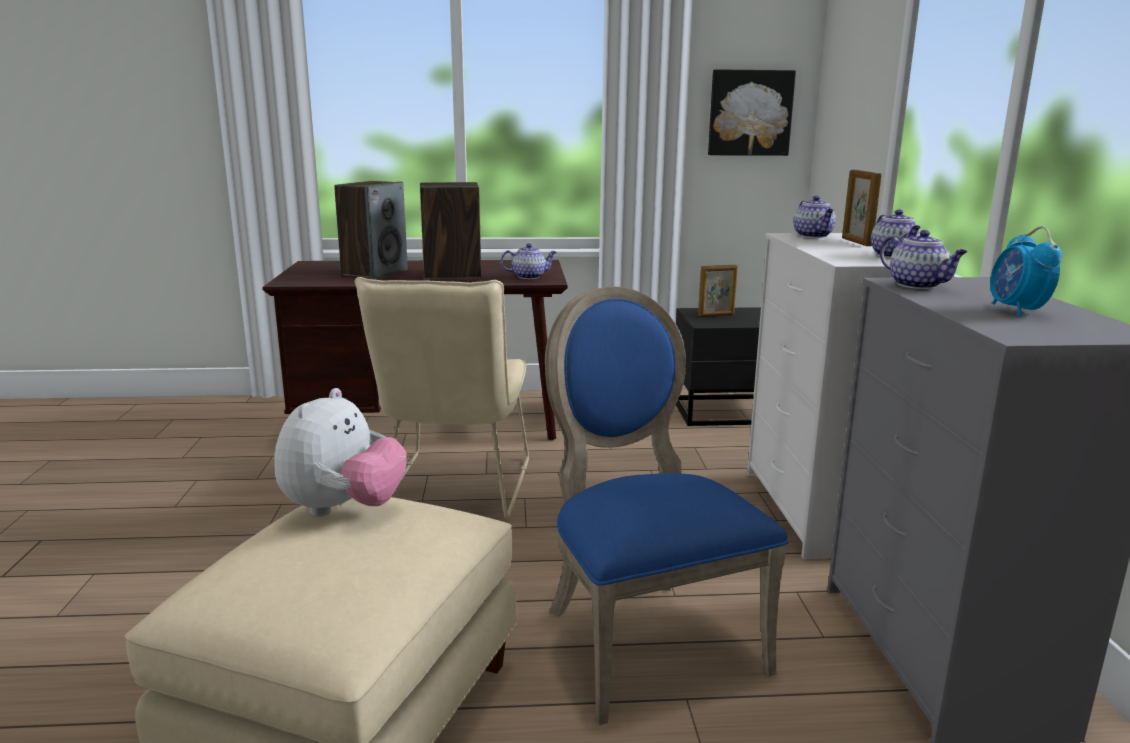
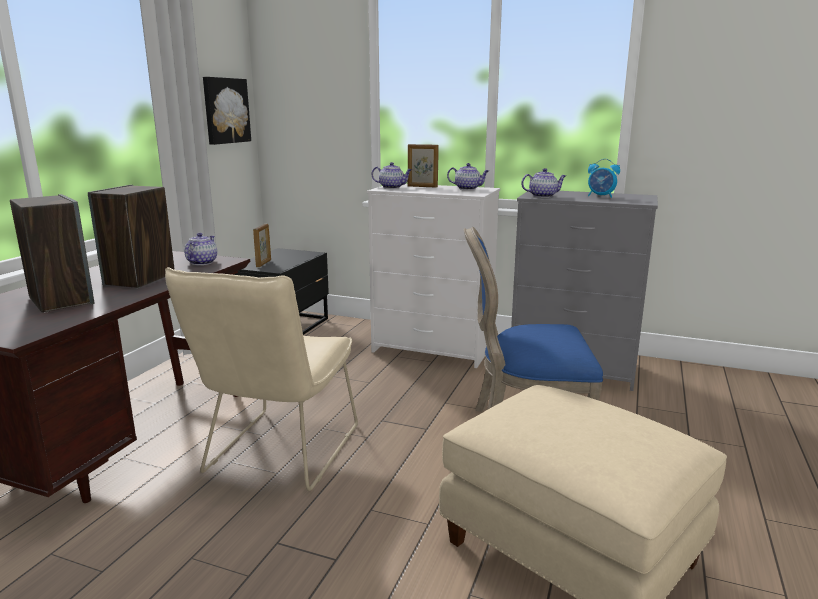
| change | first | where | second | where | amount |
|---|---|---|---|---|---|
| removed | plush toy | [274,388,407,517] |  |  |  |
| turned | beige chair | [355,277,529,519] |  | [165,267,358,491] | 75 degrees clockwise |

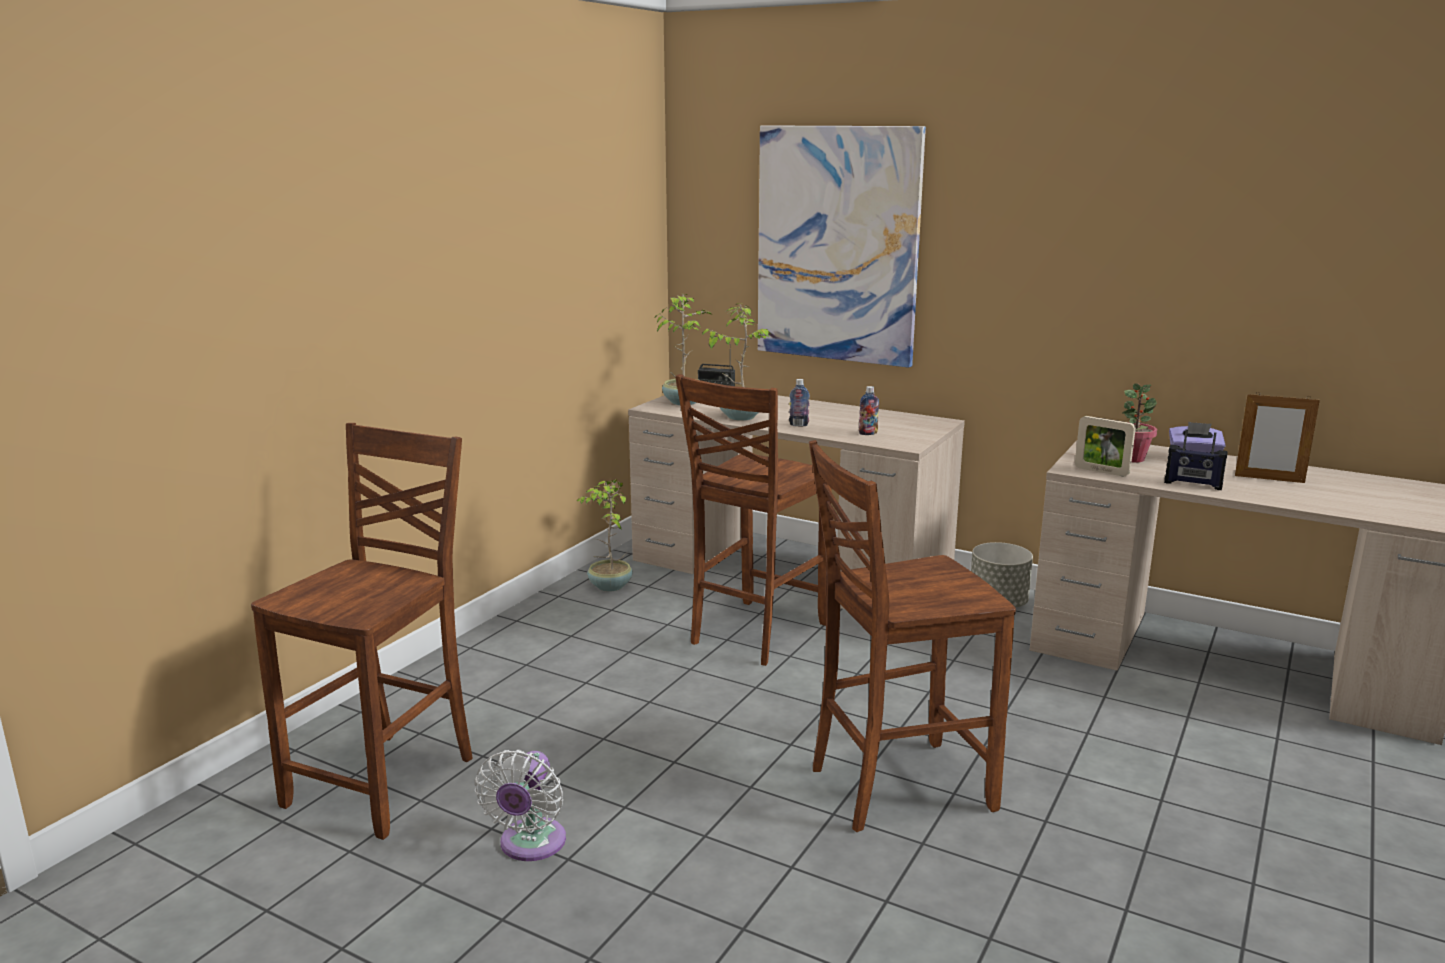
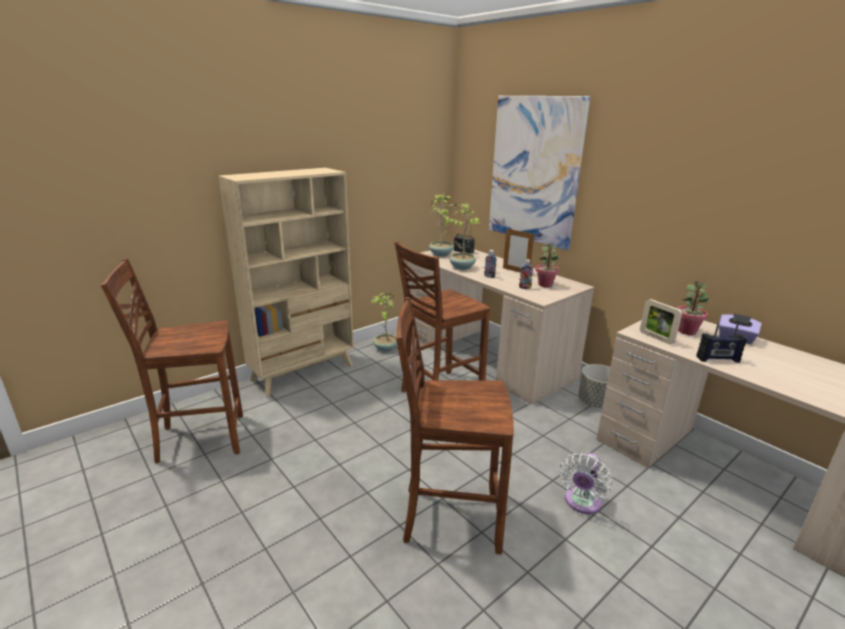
| change | first | where | second | where | amount |
|---|---|---|---|---|---|
| added |  |  | beige bookcase | [218,168,354,396] |  |
| added |  |  | potted plant | [536,243,559,287] |  |
| moved | white fan | [474,750,566,861] |  | [560,453,612,514] |  |
| moved | picture frame | [1235,392,1320,483] |  | [503,229,534,273] |  |
| turned | brown chair | [251,423,472,840] |  | [101,259,243,463] | 150 degrees counterclockwise |
| turned | radio | [1164,429,1228,490] |  | [696,323,747,363] | 45 degrees counterclockwise |

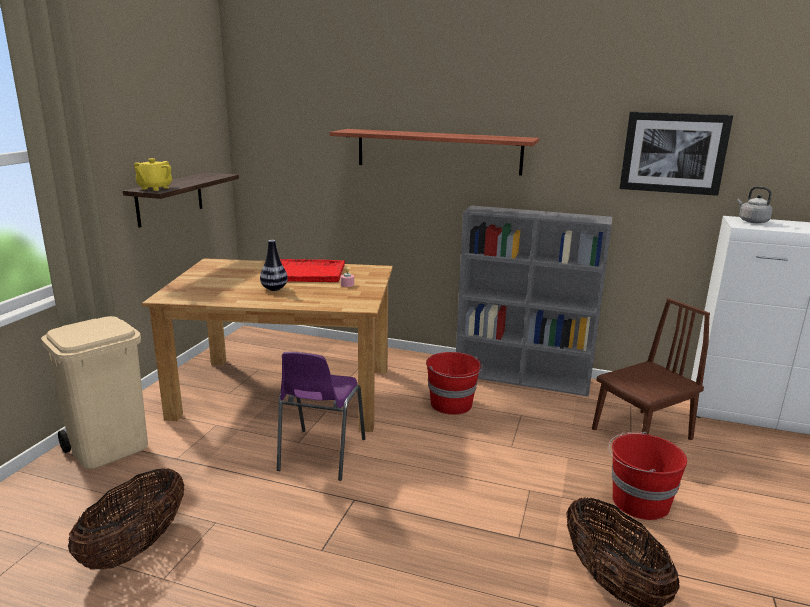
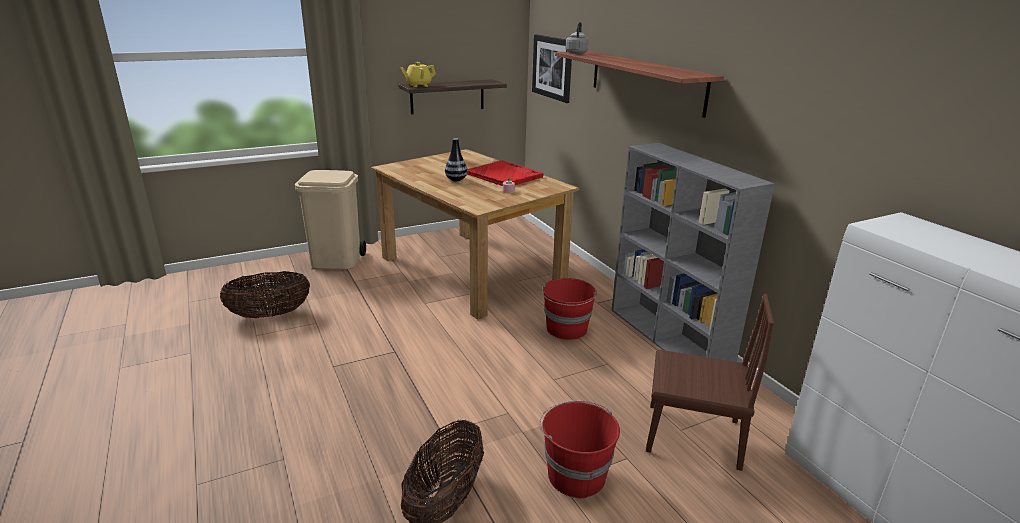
| change | first | where | second | where | amount |
|---|---|---|---|---|---|
| removed | purple chair | [277,352,366,481] |  |  |  |
| moved | picture | [619,112,733,196] |  | [532,34,572,103] |  |
| moved | grey kettle | [737,186,773,223] |  | [565,22,589,54] |  |

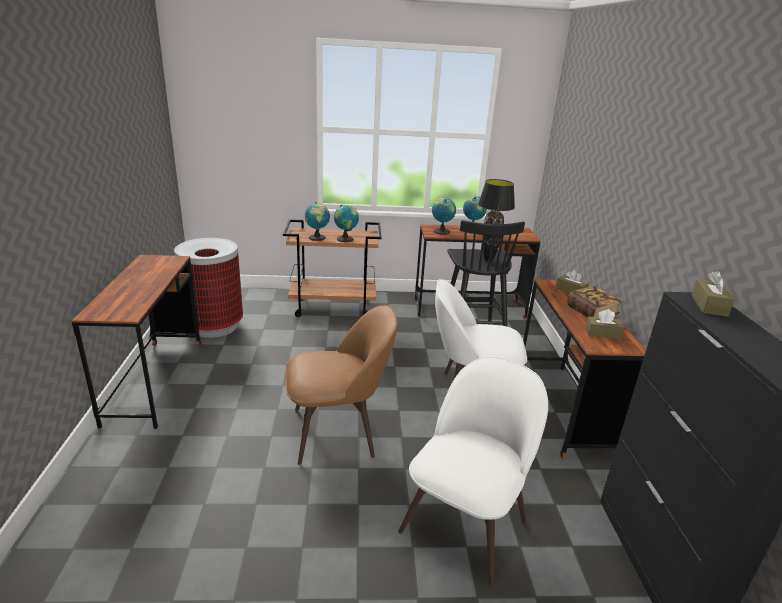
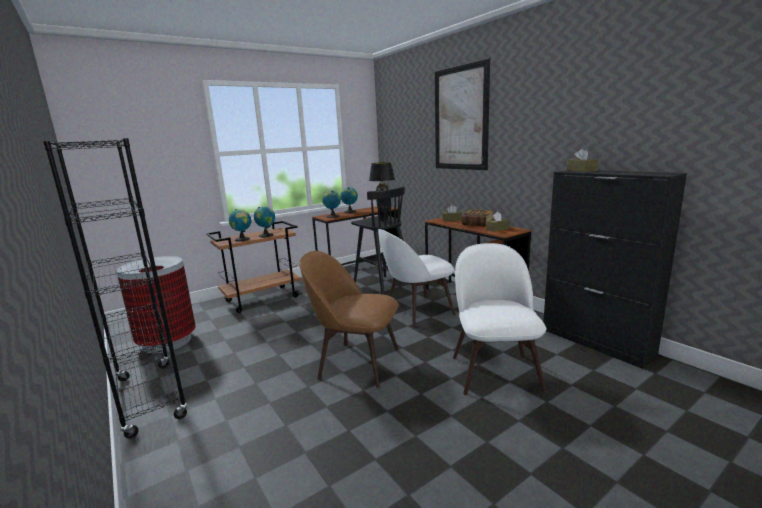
| change | first | where | second | where | amount |
|---|---|---|---|---|---|
| added |  |  | picture | [435,58,490,170] |  |
| replaced | brown desk | [72,255,201,429] | black bookcase | [43,138,188,438] |  |
| turned | brown chair | [286,305,397,465] |  | [299,251,399,388] | 120 degrees counterclockwise |

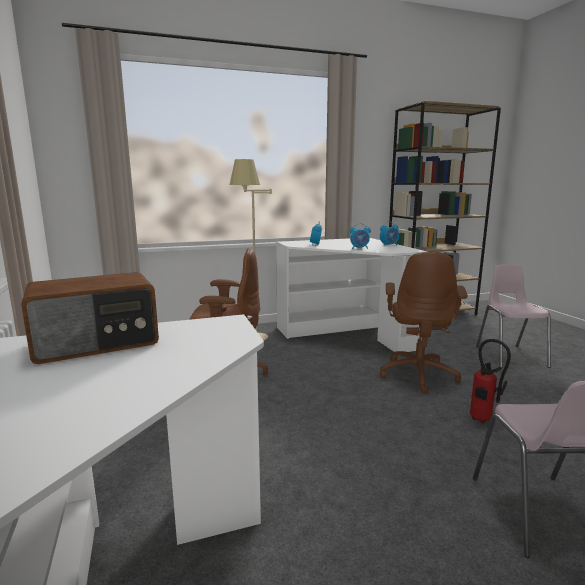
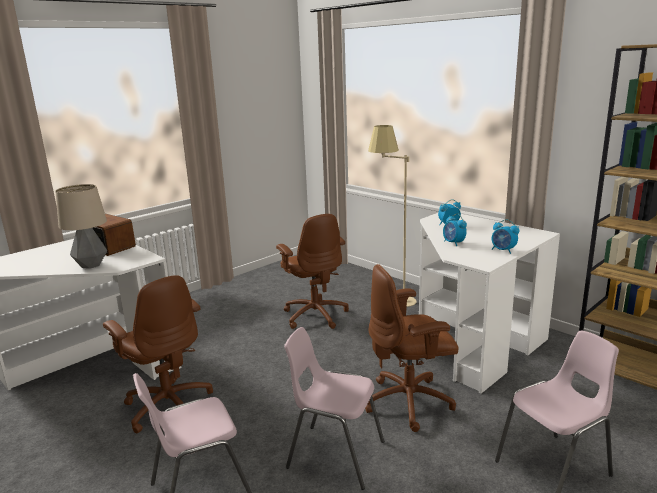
| change | first | where | second | where | amount |
|---|---|---|---|---|---|
| added |  |  | table lamp | [55,184,107,269] |  |
| added |  |  | brown office chair | [103,275,213,434] |  |
| replaced | fire extinguisher | [470,339,511,423] | pink chair | [284,327,384,490] |  |

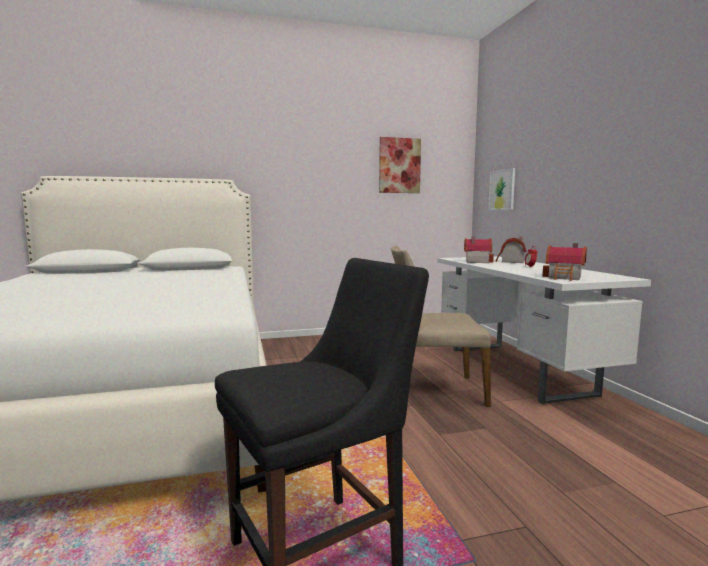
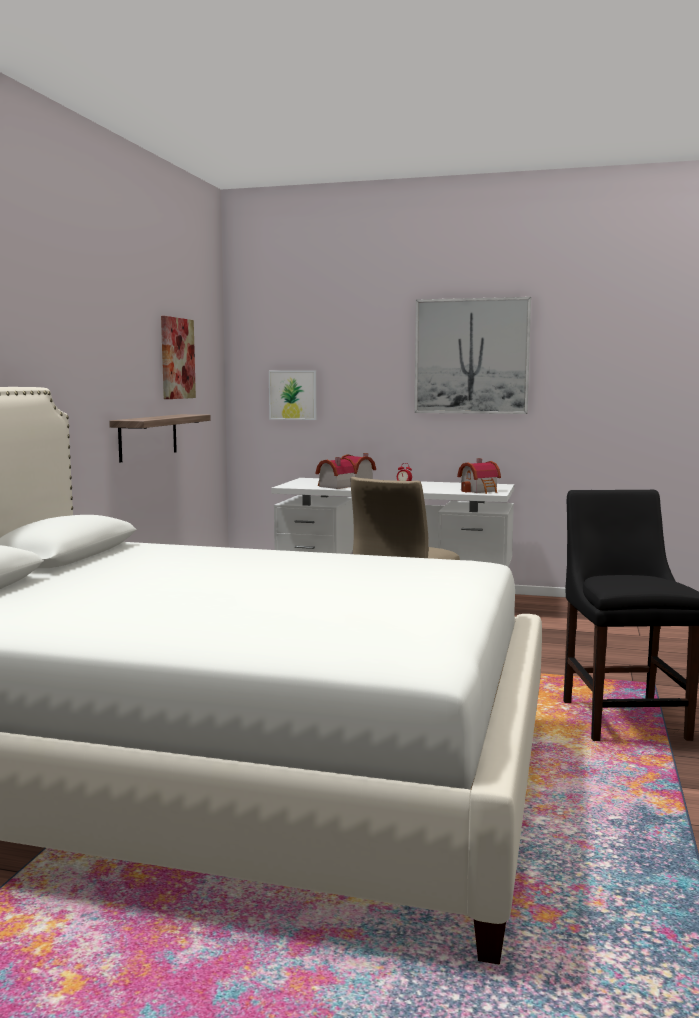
| change | first | where | second | where | amount |
|---|---|---|---|---|---|
| added |  |  | shelf | [109,414,211,462] |  |
| added |  |  | picture | [415,297,531,414] |  |

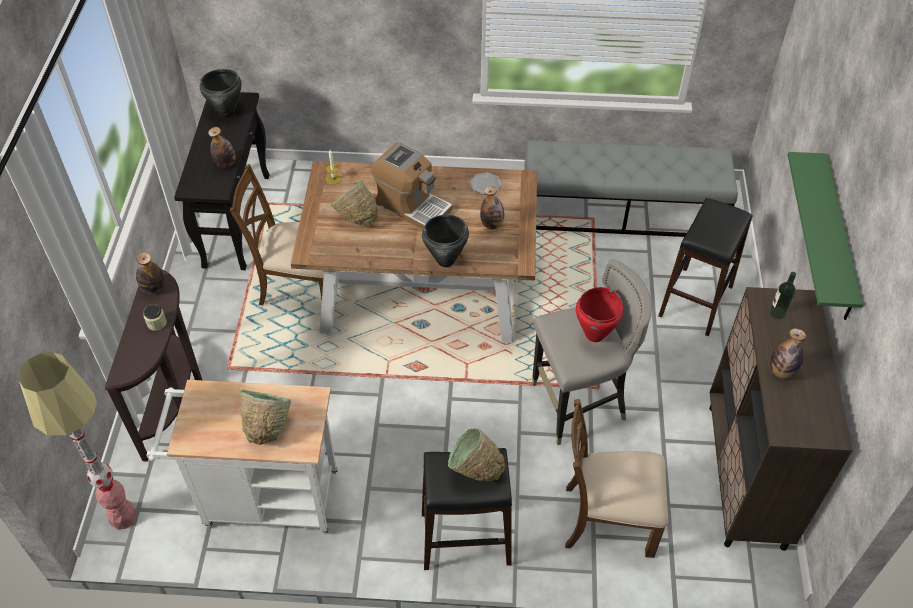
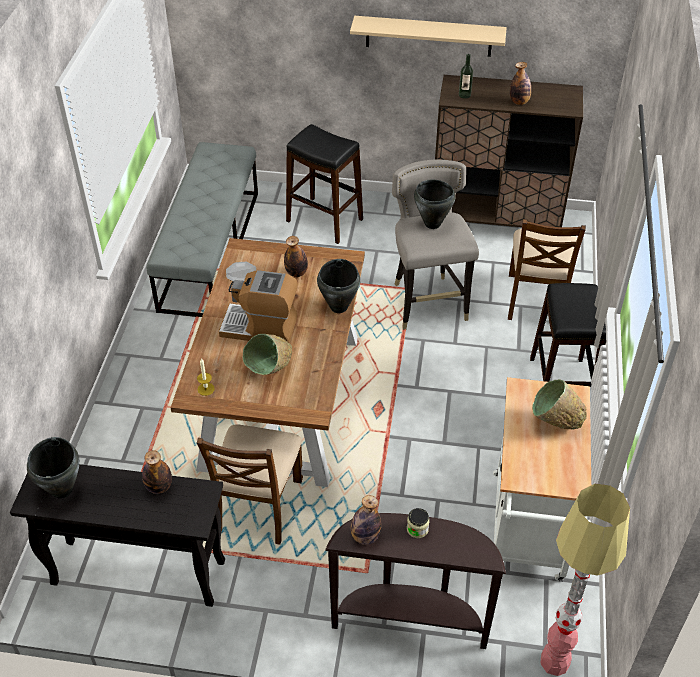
| change | first | where | second | where | amount |
|---|---|---|---|---|---|
| removed | green bowl | [448,428,506,481] |  |  |  |
| recoloured | red cooking pot | [576,287,623,342] | black cooking pot | [414,180,455,229] |  |
| recoloured | green shelf | [788,152,863,320] | beige shelf | [350,16,507,57] |  |
| turned | coffee machine | [371,143,453,229] |  | [219,270,298,343] | 120 degrees counterclockwise |

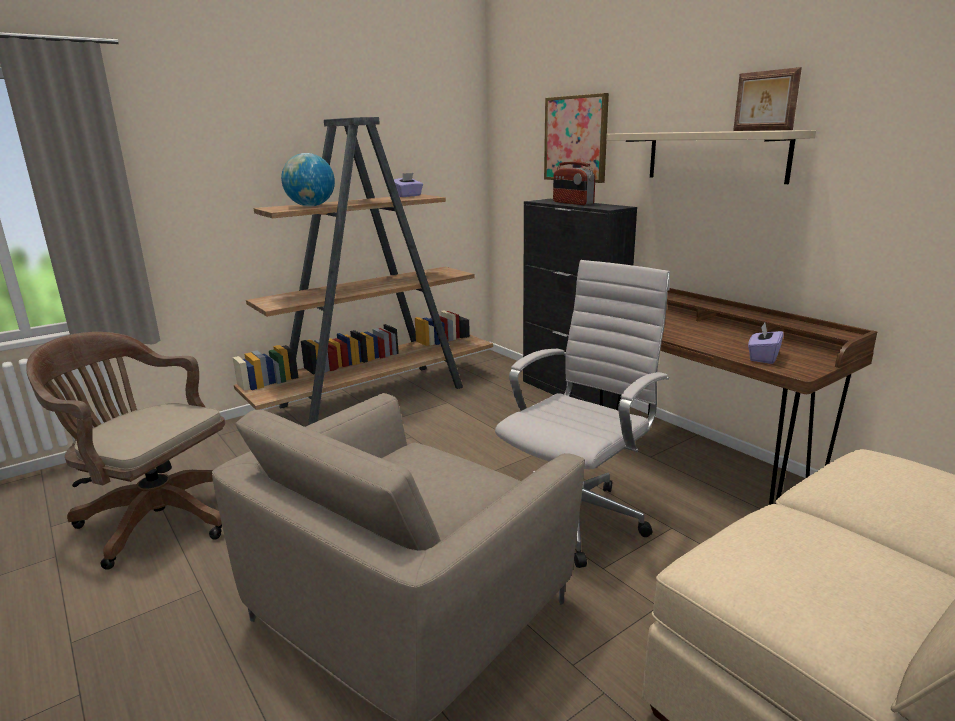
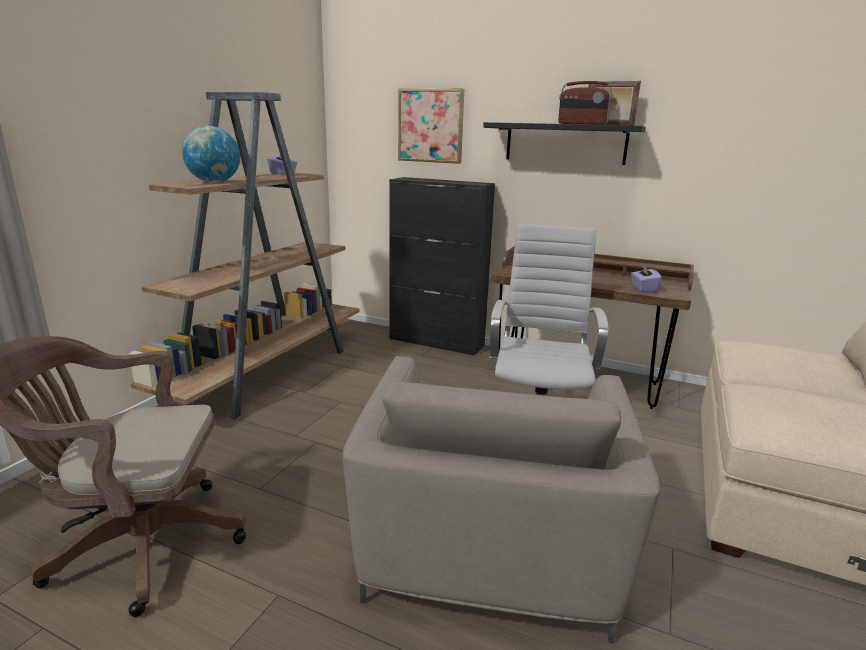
| change | first | where | second | where | amount |
|---|---|---|---|---|---|
| moved | radio | [553,161,595,205] |  | [558,81,613,125] |  |
| recoloured | beige shelf | [606,130,816,184] | black shelf | [483,122,646,165] |  |

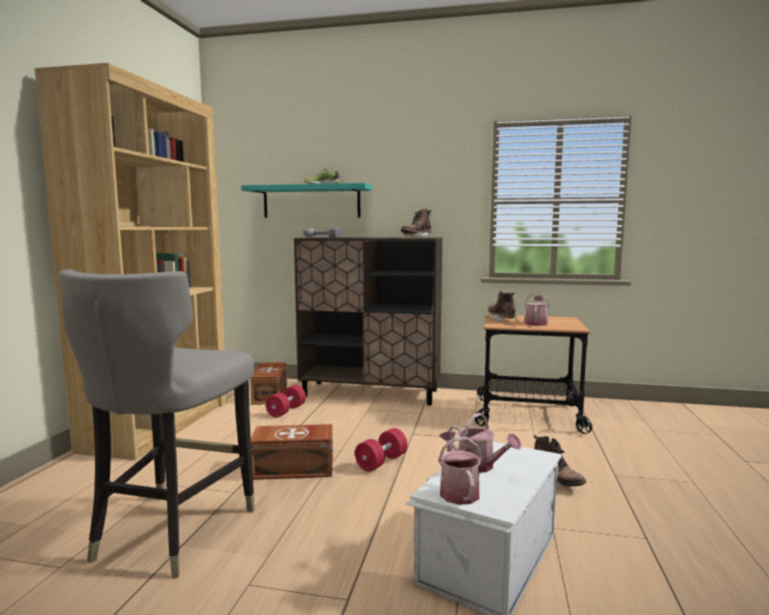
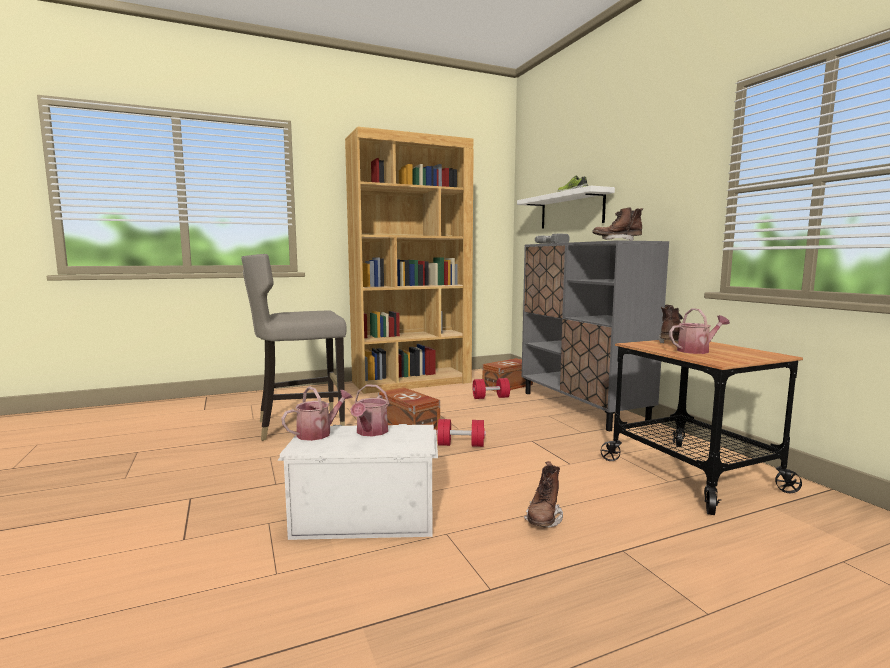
| change | first | where | second | where | amount |
|---|---|---|---|---|---|
| recoloured | turquoise shelf | [241,183,372,218] | white shelf | [517,186,615,229] |  |
| recoloured | brown cabinet | [294,237,443,406] | grey cabinet | [522,240,669,431] |  |

